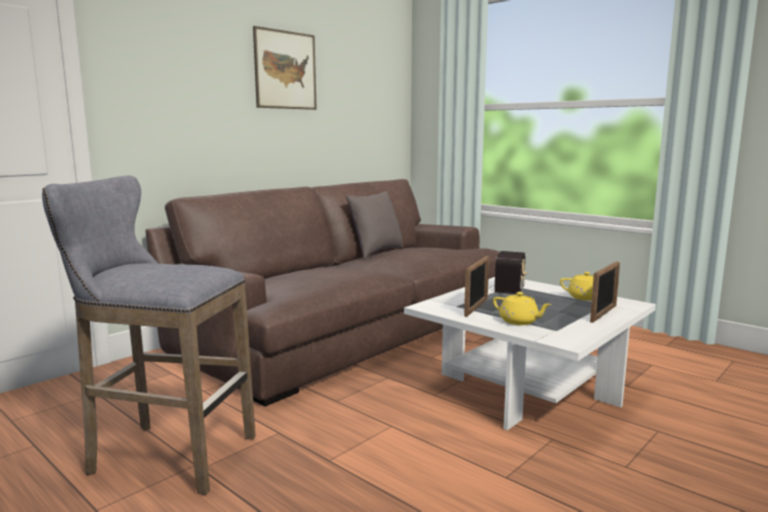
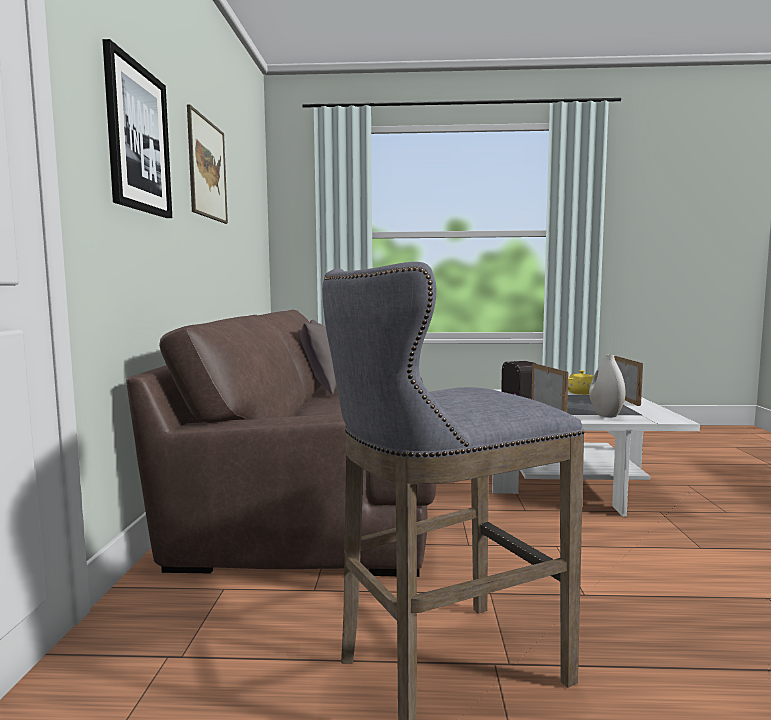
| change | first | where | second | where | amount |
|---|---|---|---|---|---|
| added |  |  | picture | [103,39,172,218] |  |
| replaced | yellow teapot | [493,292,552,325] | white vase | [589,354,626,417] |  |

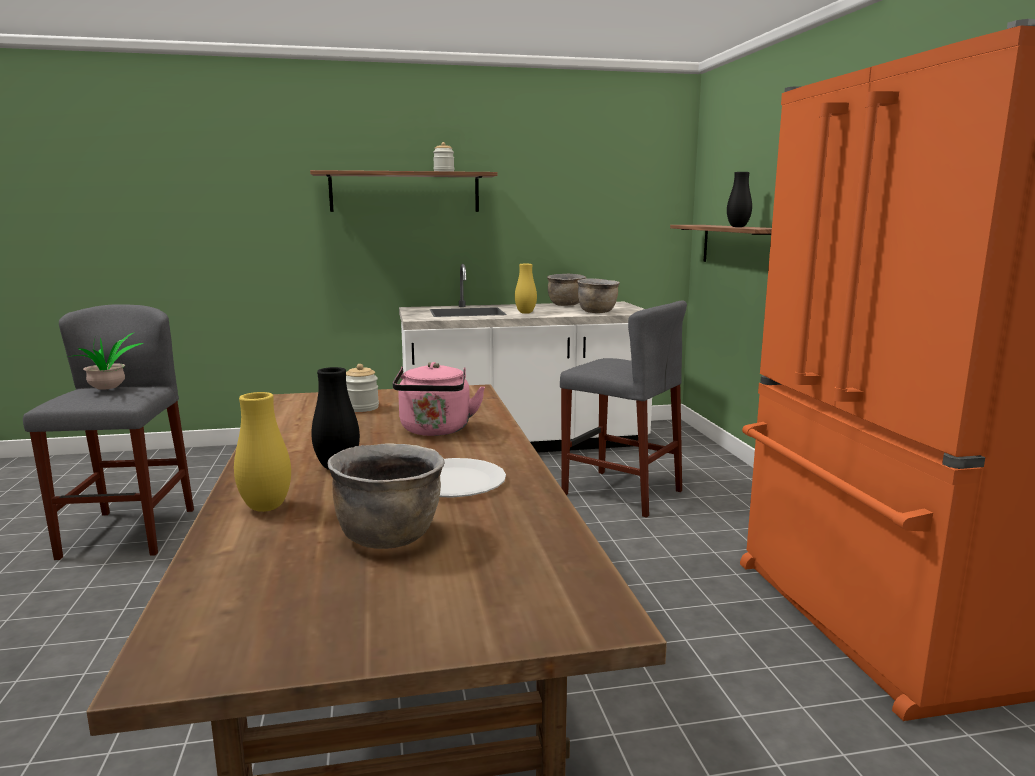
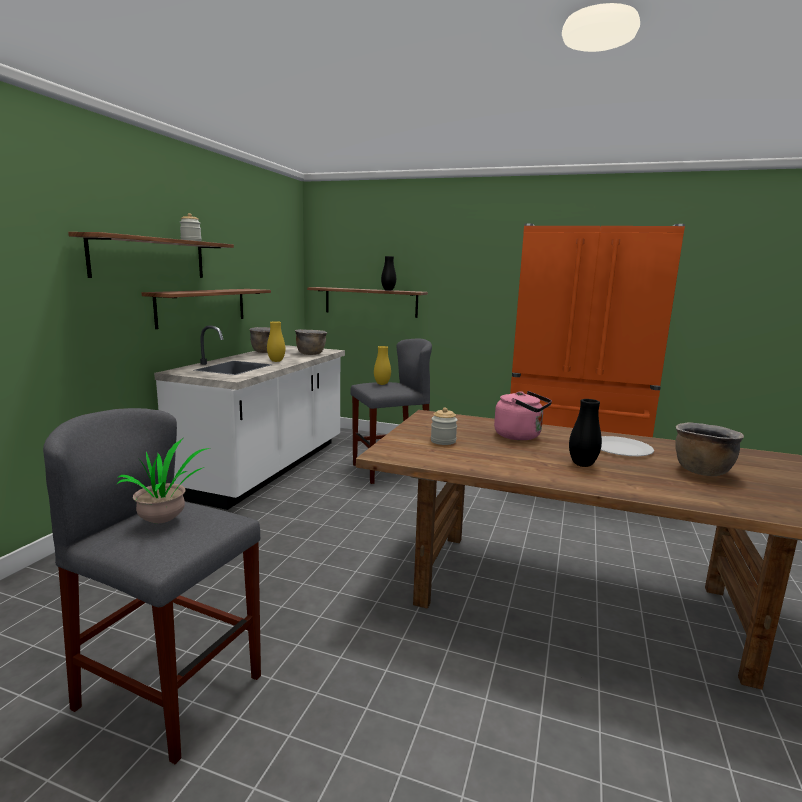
| change | first | where | second | where | amount |
|---|---|---|---|---|---|
| added |  |  | shelf | [142,289,271,329] |  |
| moved | yellow vase | [234,392,291,512] |  | [374,346,391,385] |  |

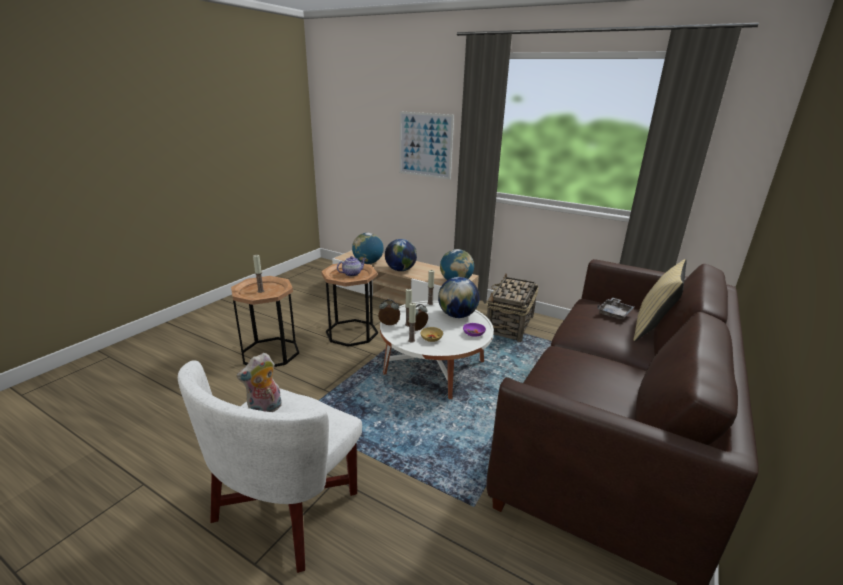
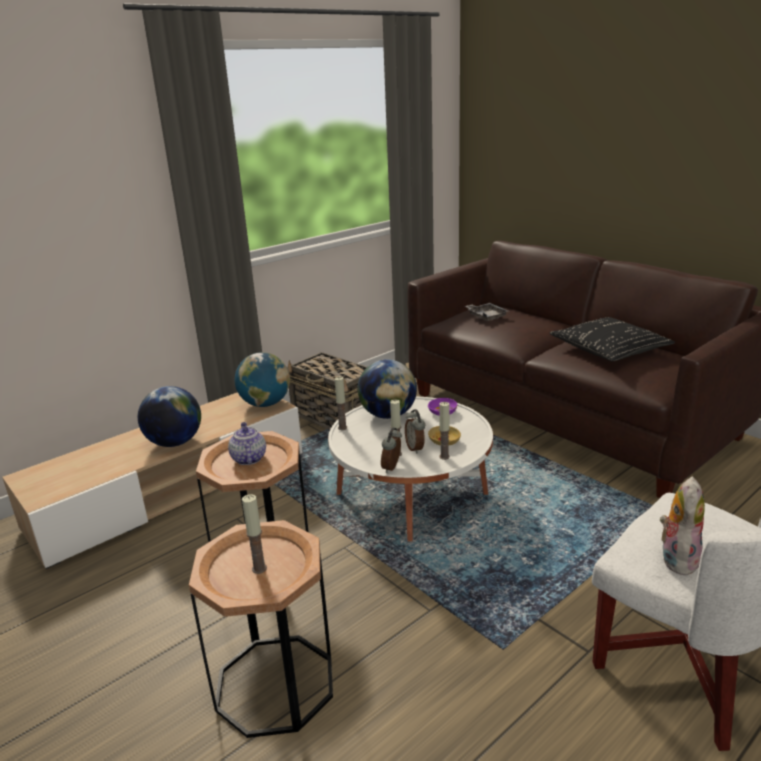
| change | first | where | second | where | amount |
|---|---|---|---|---|---|
| removed | globe | [352,233,384,264] |  |  |  |
| removed | picture | [399,111,454,180] |  |  |  |
| removed | beige pillow | [633,259,687,341] |  |  |  |
| added |  |  | black pillow | [550,317,675,361] |  |
| turned | plush toy | [237,353,282,412] |  | [660,476,705,575] | 135 degrees counterclockwise |

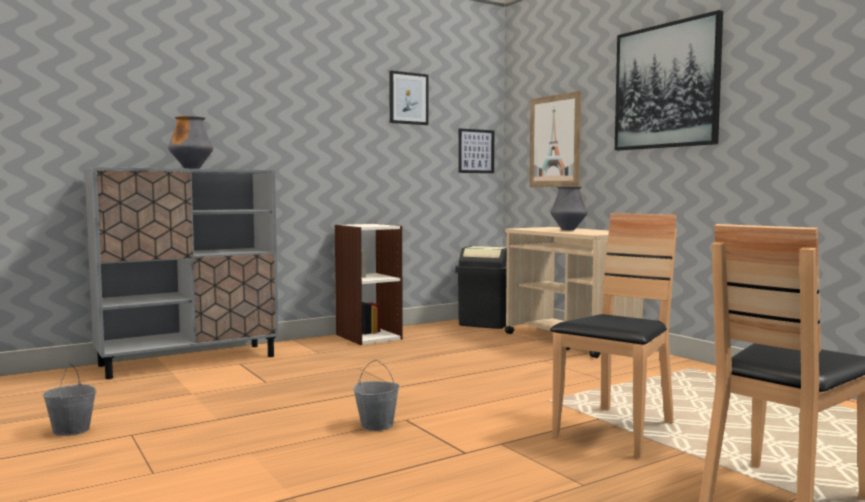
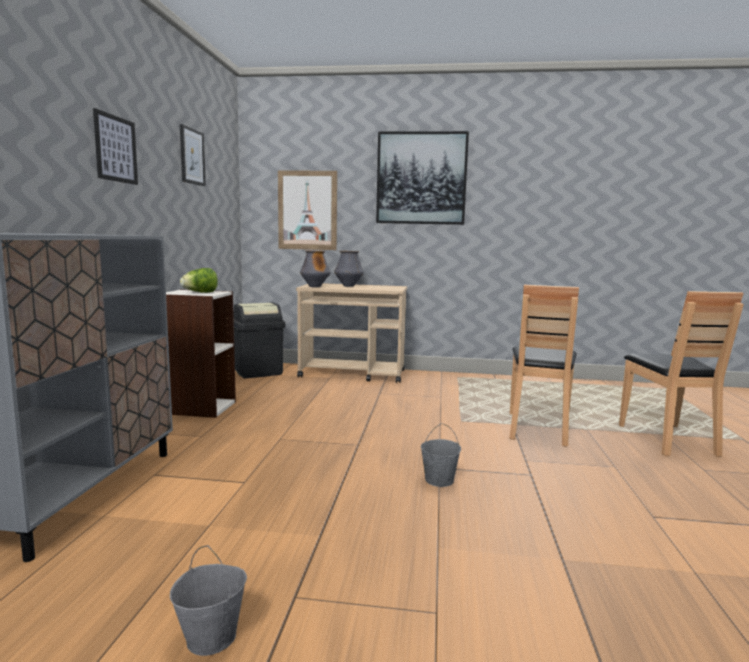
| change | first | where | second | where | amount |
|---|---|---|---|---|---|
| added |  |  | lettuce | [180,268,218,293] |  |
| moved | vase | [168,116,213,169] |  | [300,250,330,288] |  |
| moved | picture | [458,128,494,173] |  | [93,108,138,185] |  |
| turned | brown chair | [550,213,677,458] |  | [509,285,579,447] | 150 degrees counterclockwise |

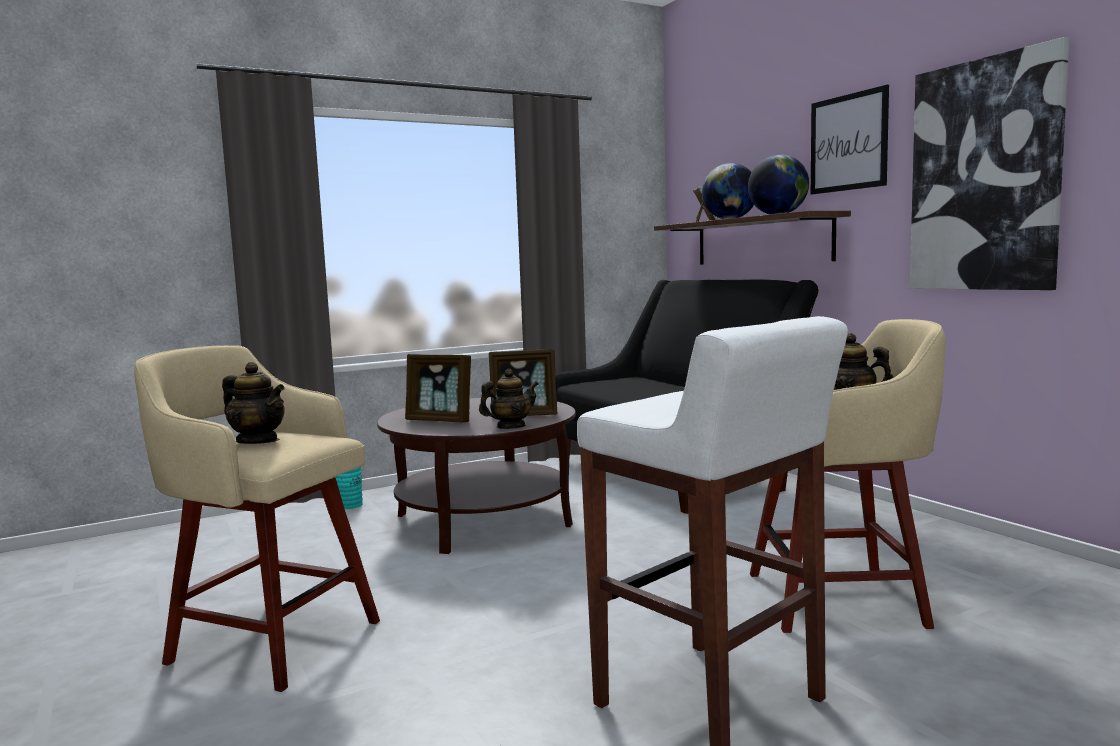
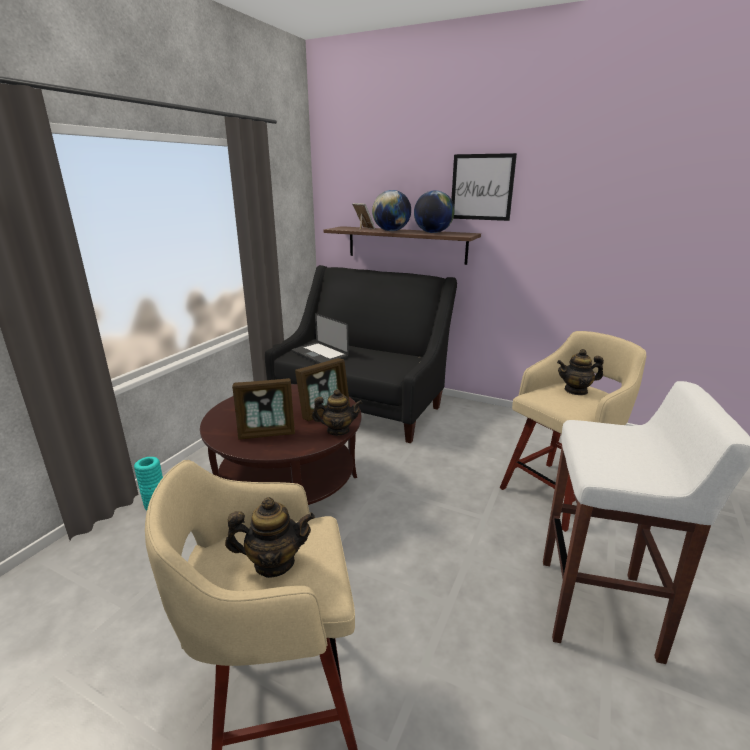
| change | first | where | second | where | amount |
|---|---|---|---|---|---|
| removed | picture | [910,37,1069,290] |  |  |  |
| added |  |  | laptop | [292,313,349,364] |  |
| turned | teapot | [479,369,539,429] |  | [312,389,363,436] | 60 degrees clockwise |

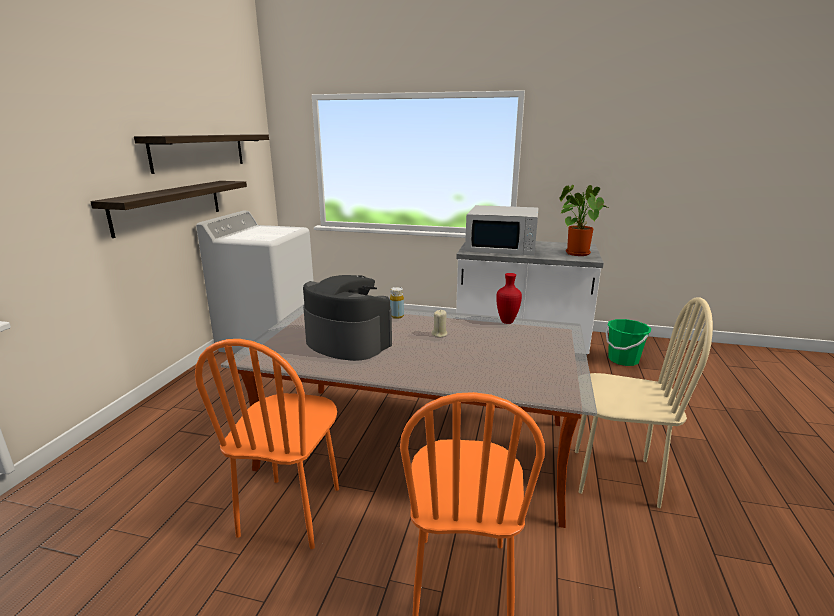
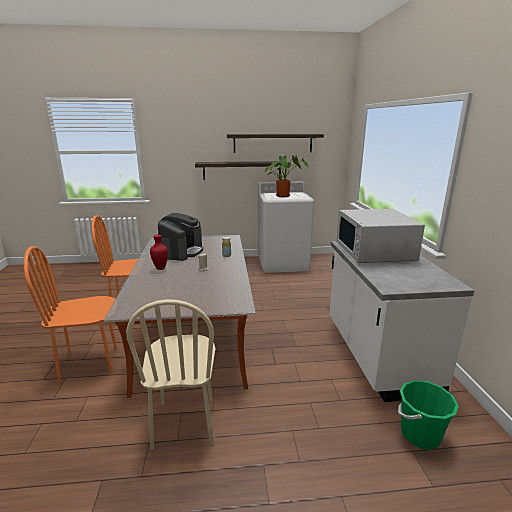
| change | first | where | second | where | amount |
|---|---|---|---|---|---|
| moved | red vase | [496,273,522,324] |  | [150,235,168,270] |  |
| moved | potted plant | [560,185,608,256] |  | [265,155,308,197] |  |

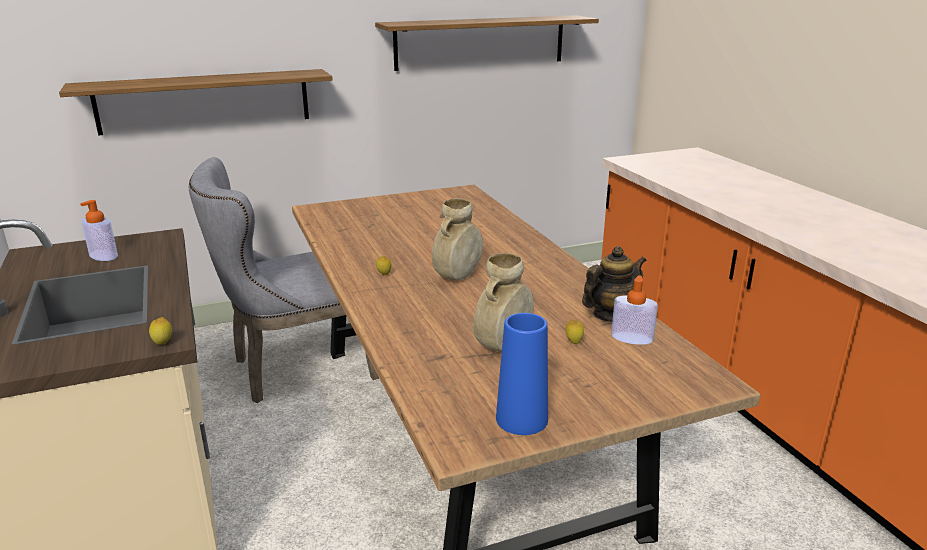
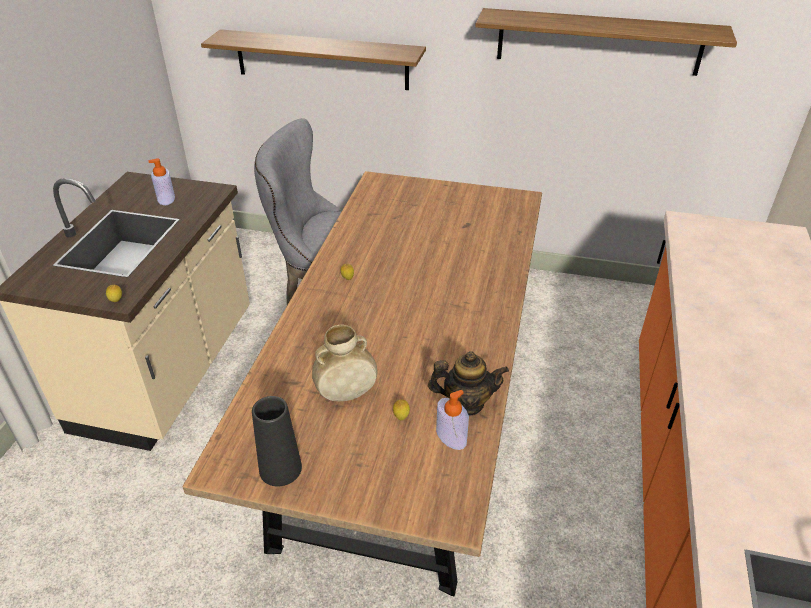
| change | first | where | second | where | amount |
|---|---|---|---|---|---|
| removed | beige vase | [432,198,483,280] |  |  |  |
| recoloured | blue vase | [496,313,548,435] | black vase | [252,396,302,487] |  |

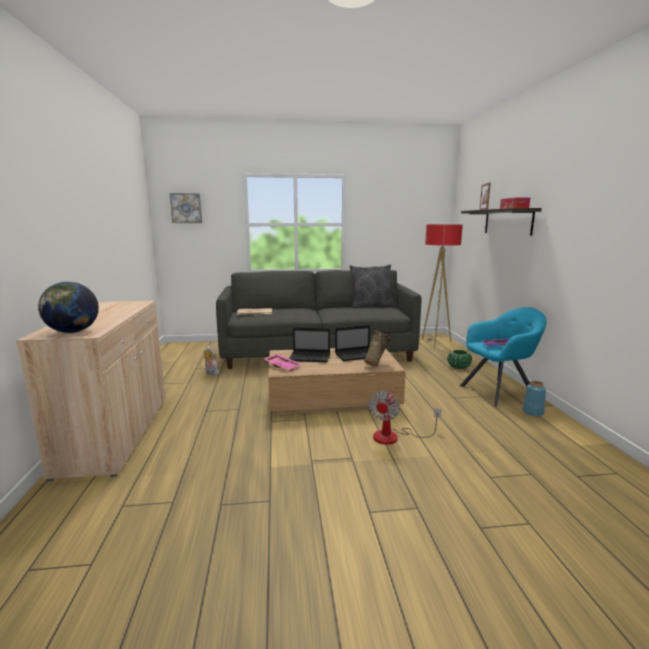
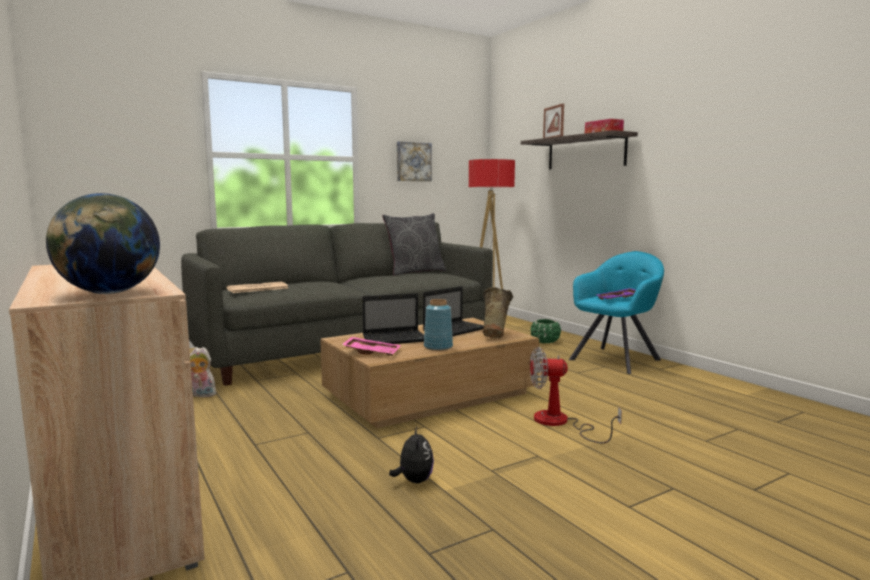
| change | first | where | second | where | amount |
|---|---|---|---|---|---|
| added |  |  | plush toy | [389,427,434,483] |  |
| moved | picture | [170,193,202,223] |  | [397,141,432,181] |  |
| moved | blue vase | [522,381,546,417] |  | [424,299,453,351] |  |
| turned | fan | [369,391,441,445] |  | [530,347,622,443] | 90 degrees clockwise |

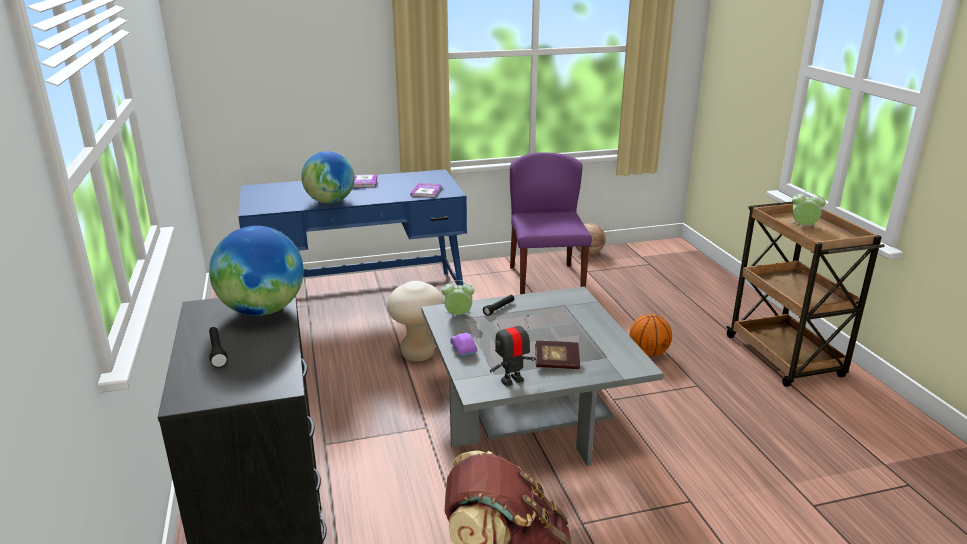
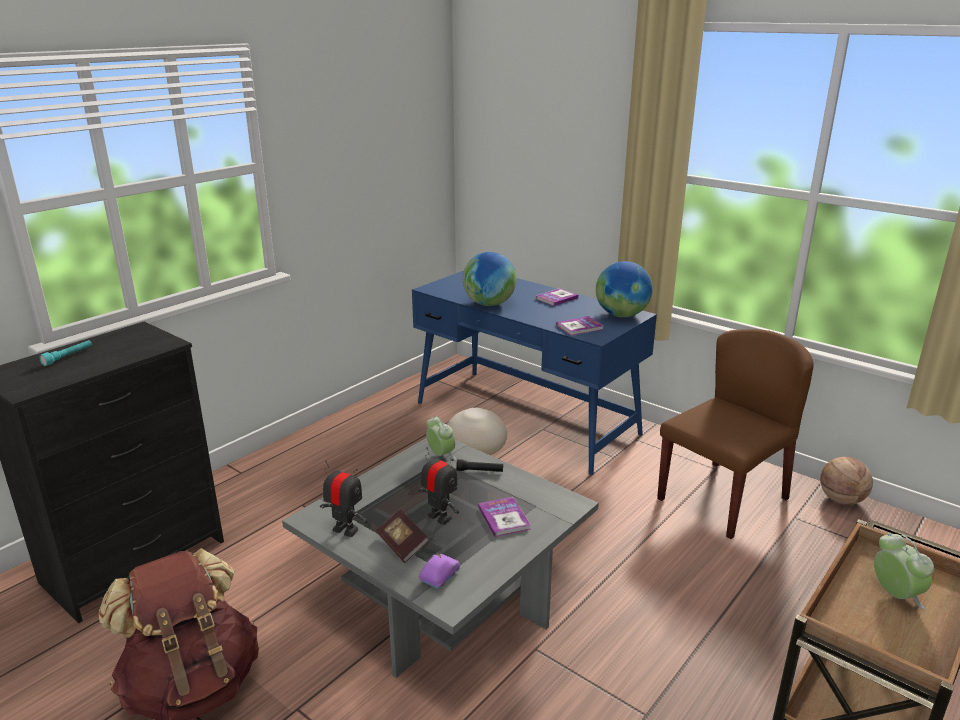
| change | first | where | second | where | amount |
|---|---|---|---|---|---|
| removed | basketball | [630,314,672,357] |  |  |  |
| added |  |  | toy robot | [419,447,459,525] |  |
| added |  |  | book | [478,497,531,537] |  |
| moved | globe | [209,226,304,316] |  | [596,261,653,317] |  |
| moved | purple toy car | [450,331,477,356] |  | [419,553,460,589] |  |
| recoloured | black flashlight | [209,327,228,368] | turquoise flashlight | [39,340,92,366] |  |
| recoloured | purple chair | [510,152,592,294] | brown chair | [657,329,814,539] |  |

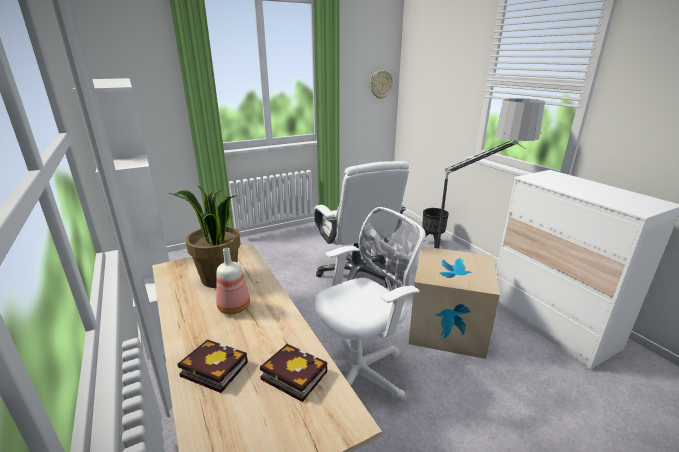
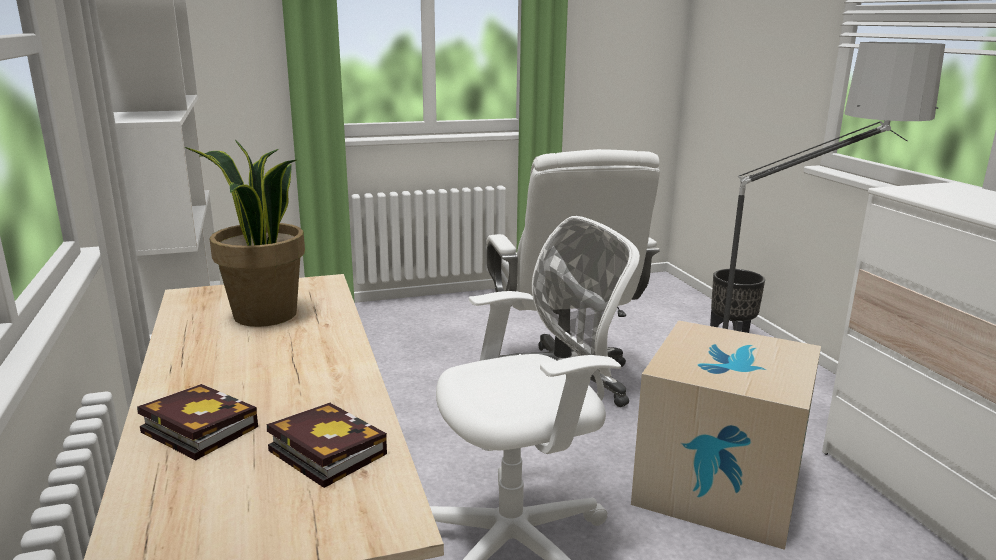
| change | first | where | second | where | amount |
|---|---|---|---|---|---|
| removed | bottle | [216,248,250,314] |  |  |  |
| removed | wall clock | [370,70,393,99] |  |  |  |

